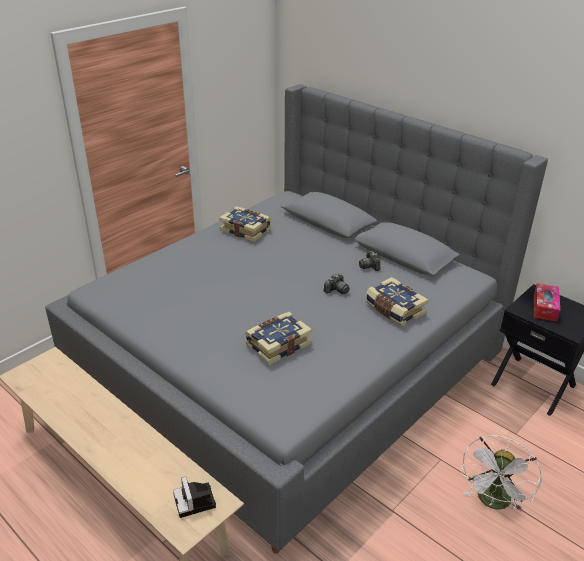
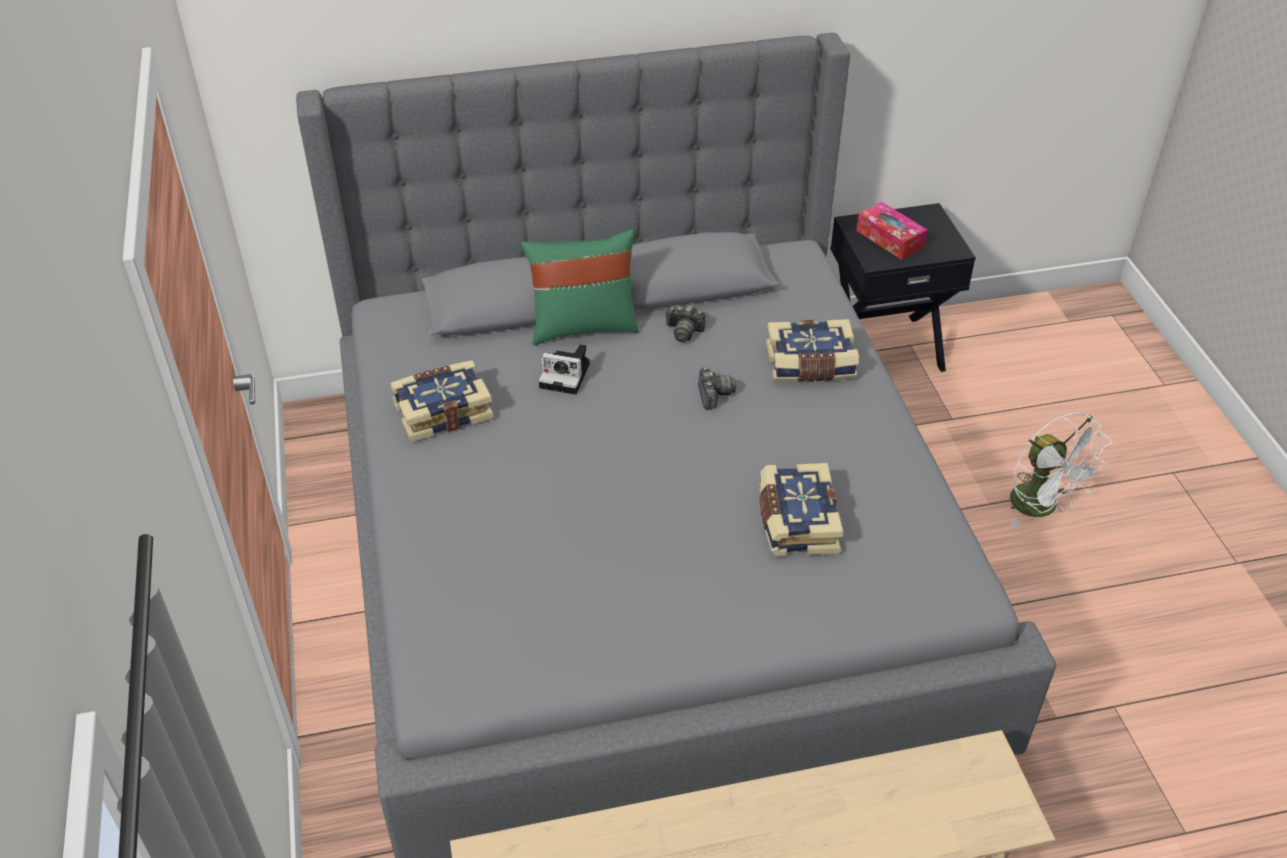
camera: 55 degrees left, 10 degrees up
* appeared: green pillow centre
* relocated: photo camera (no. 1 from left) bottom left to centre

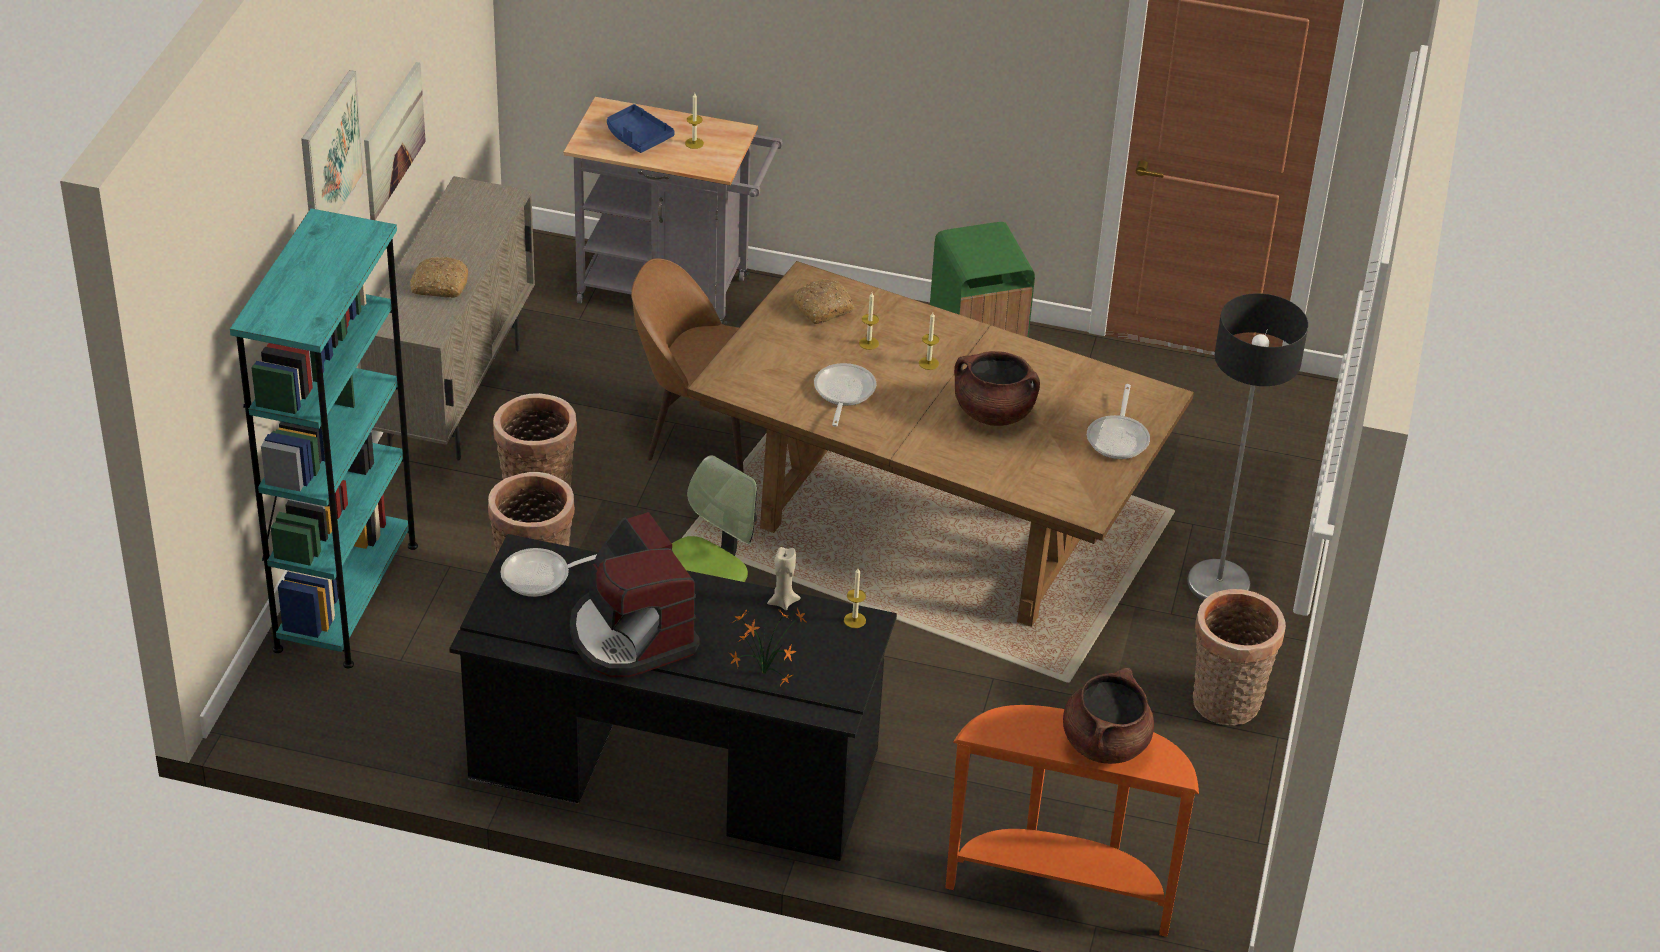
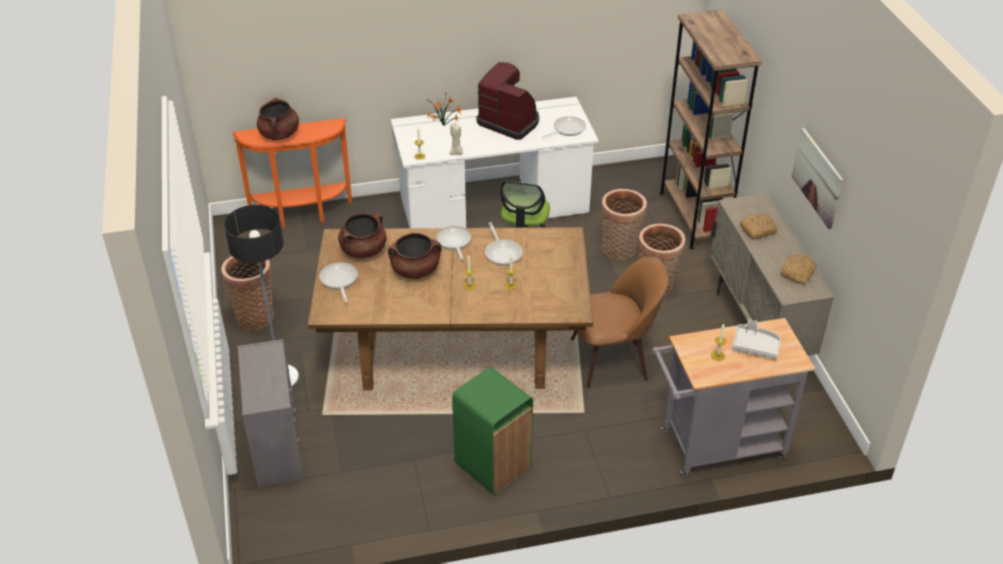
camera: 155 degrees right, 0 degrees up
* missing: picture (no. 1 from left) top left
* appeared: grey dresser bottom left
* appeared: brown cooking pot (no. 2 from left) centre
* appeared: frying pan (no. 2 from left) centre
* relocated: bread (no. 2 from left) top centre to middle right
* colour: turquoise bookcase middle left to brown bookcase top right
* colour: black desk bottom centre to white desk top centre
* colour: blue tray top centre to grey tray middle right

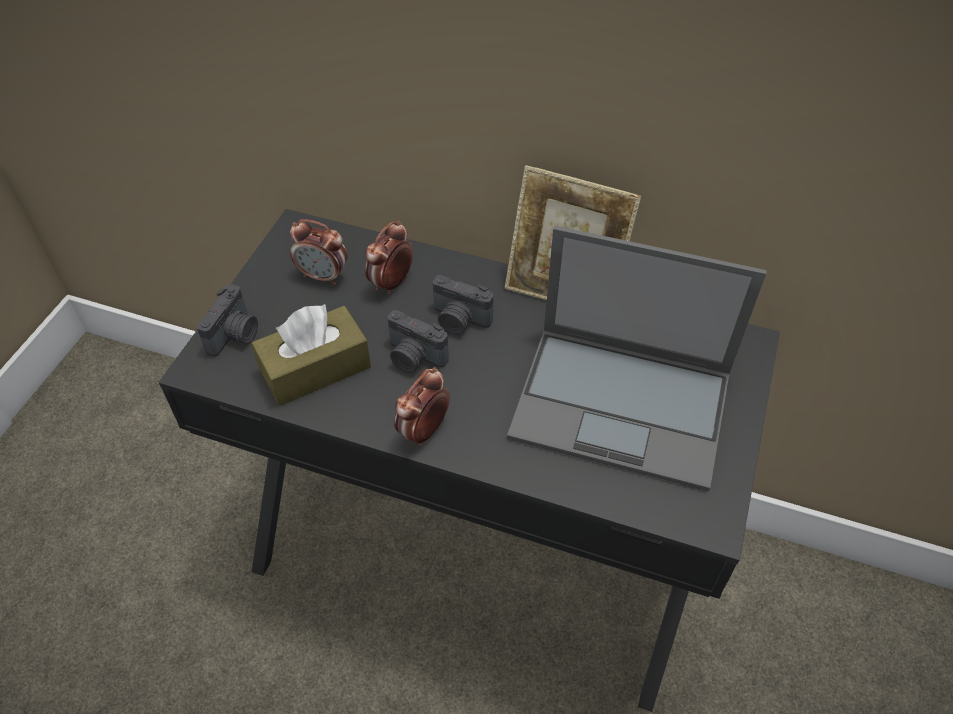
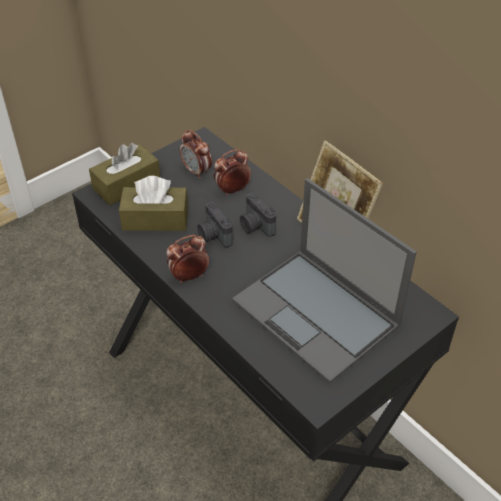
camera: 30 degrees right, 5 degrees down
* exchanged: photo camera (no. 1 from left) middle left to brown tissue box (no. 1 from left) middle left

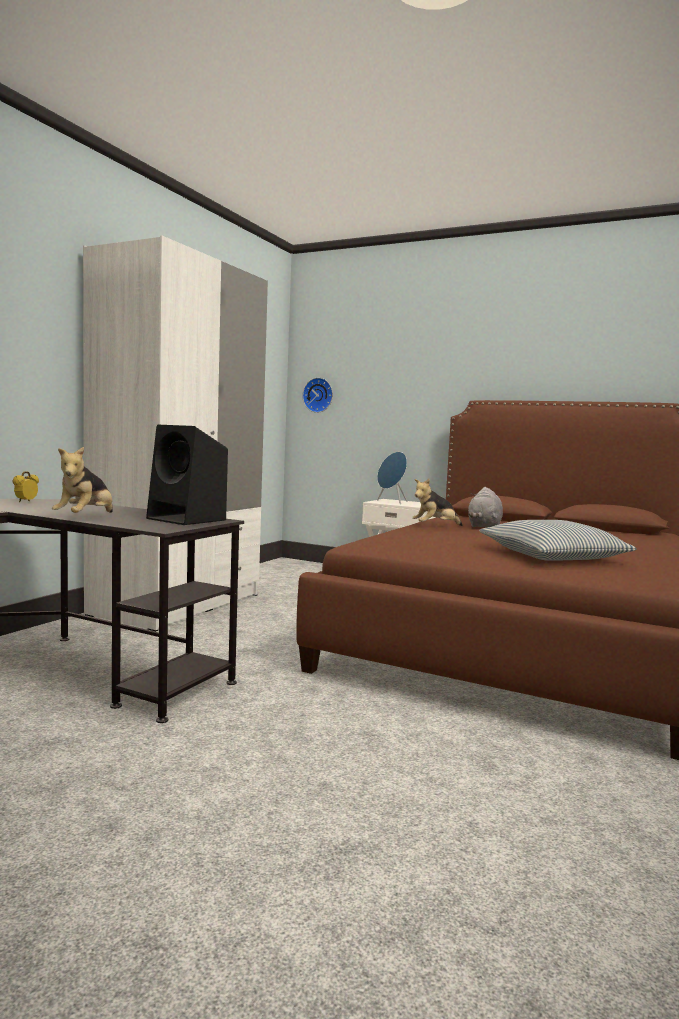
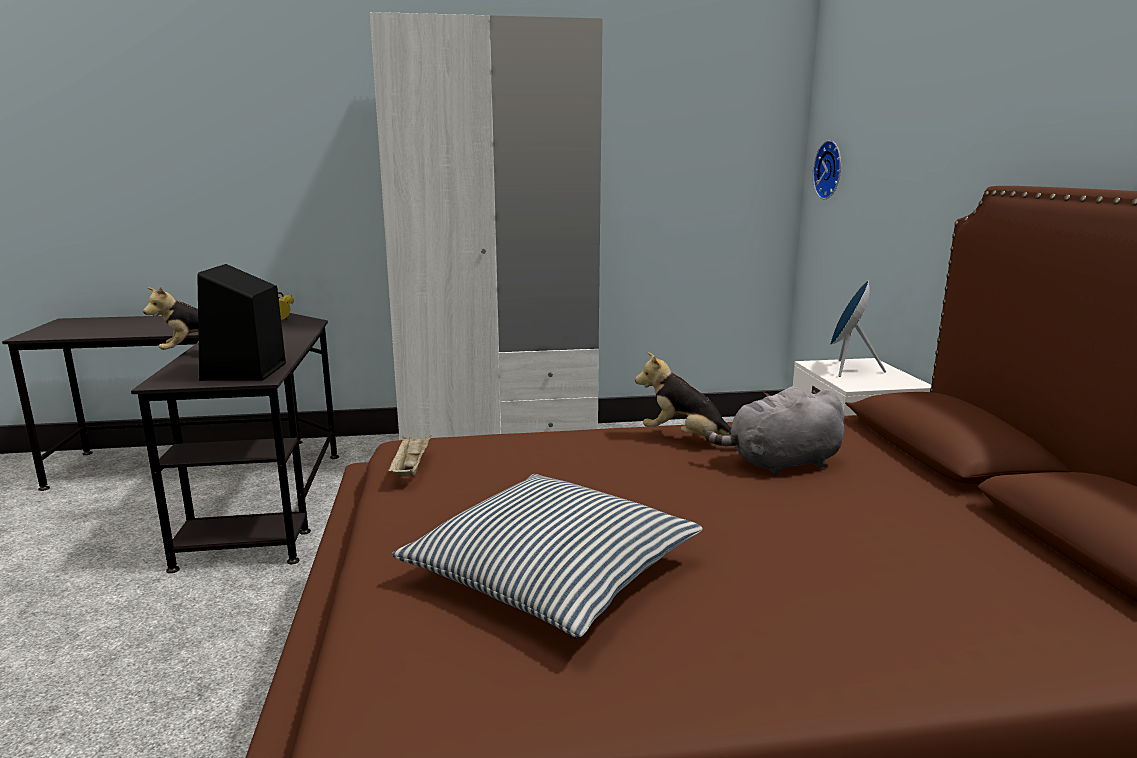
camera: 55 degrees right, 10 degrees up
* appeared: beige tray centre

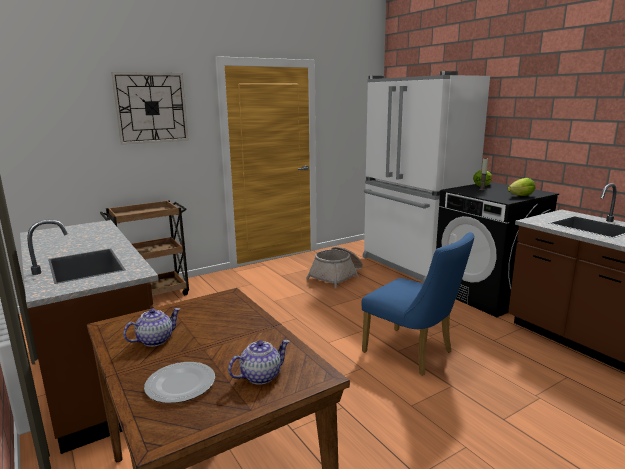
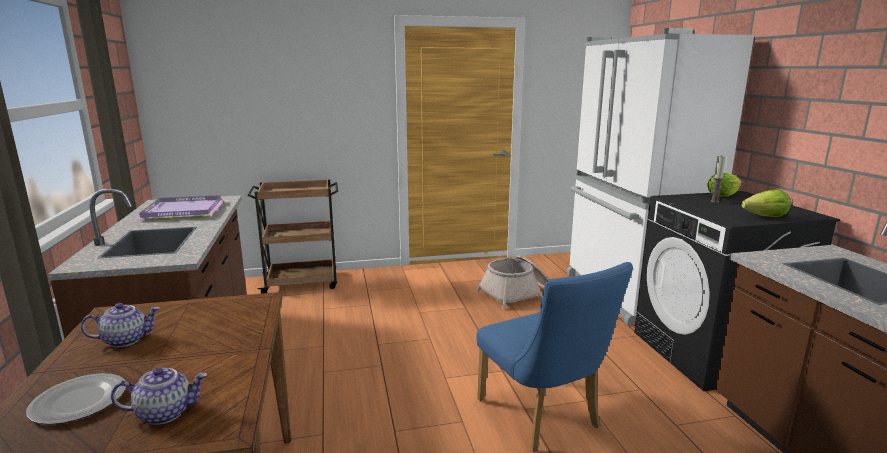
camera: 20 degrees right, 0 degrees up
* missing: wall clock top left
* appeared: purple tray middle left

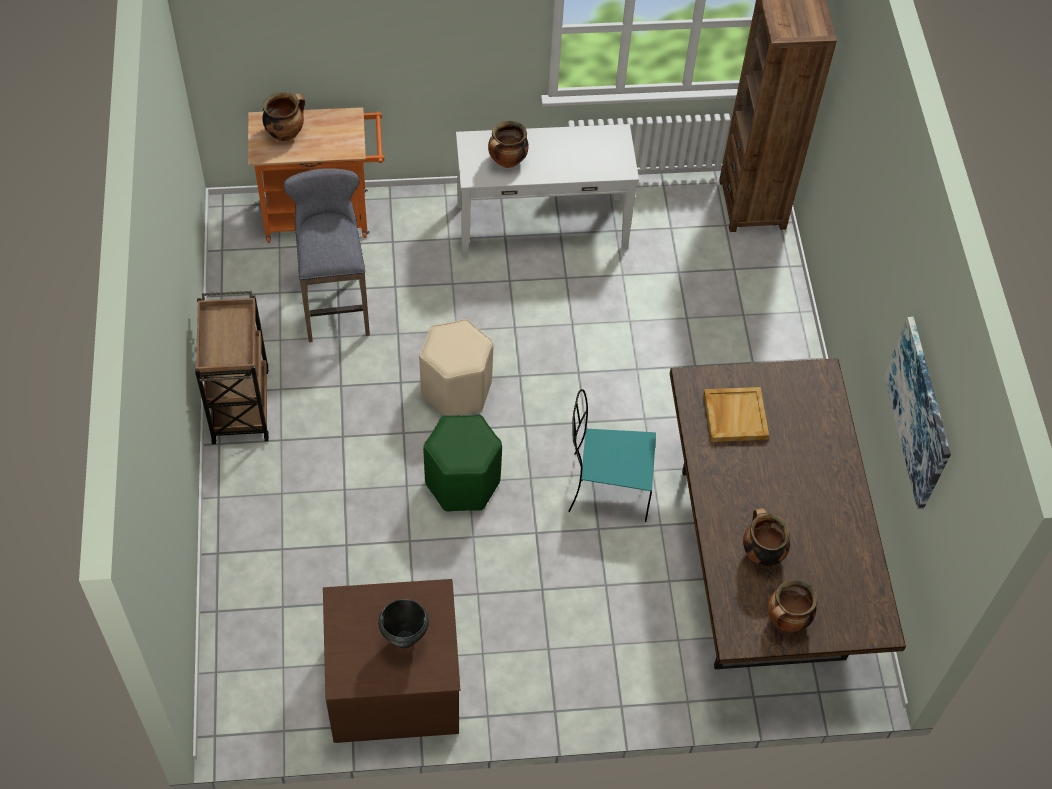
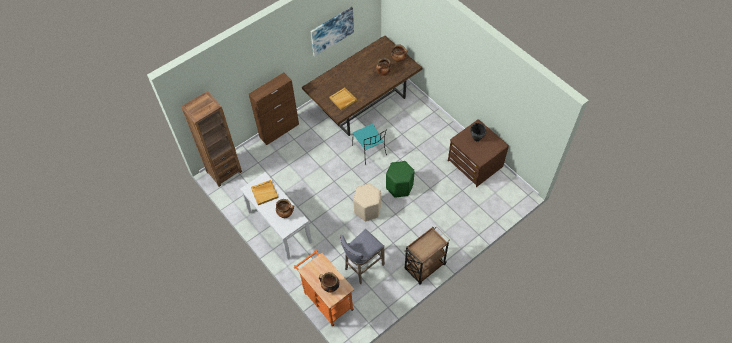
camera: 120 degrees left, 0 degrees up
* appeared: brown cabinet top centre
* appeared: beige tray (no. 1 from left) centre

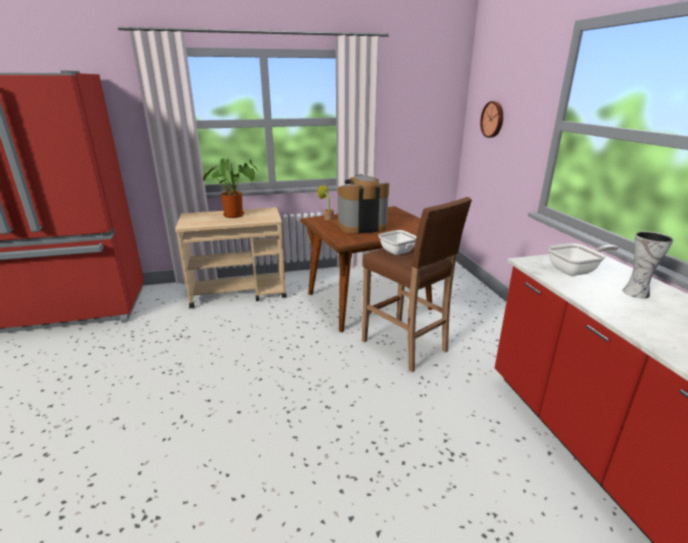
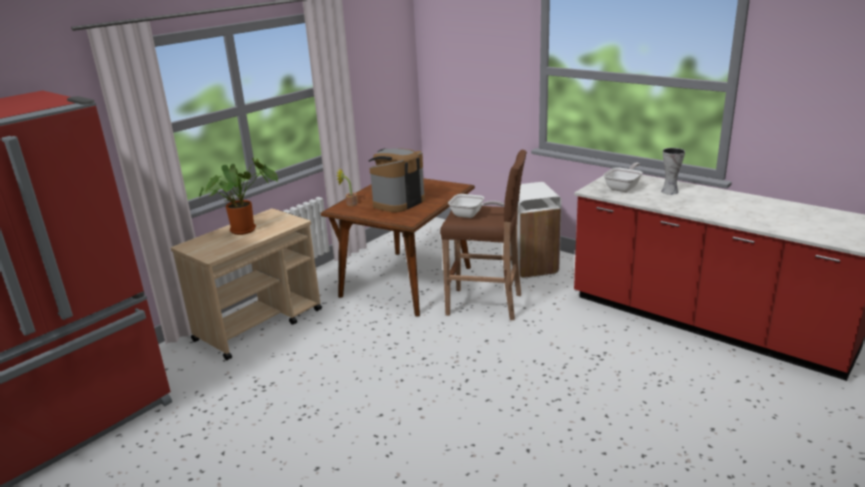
camera: 35 degrees left, 0 degrees up
* missing: wall clock top right
* appeared: white trash can centre

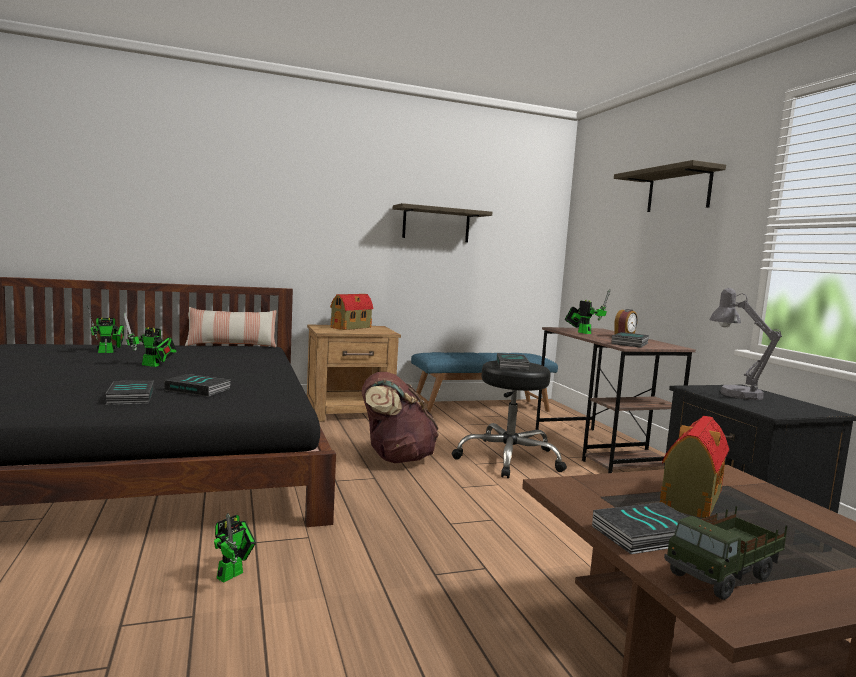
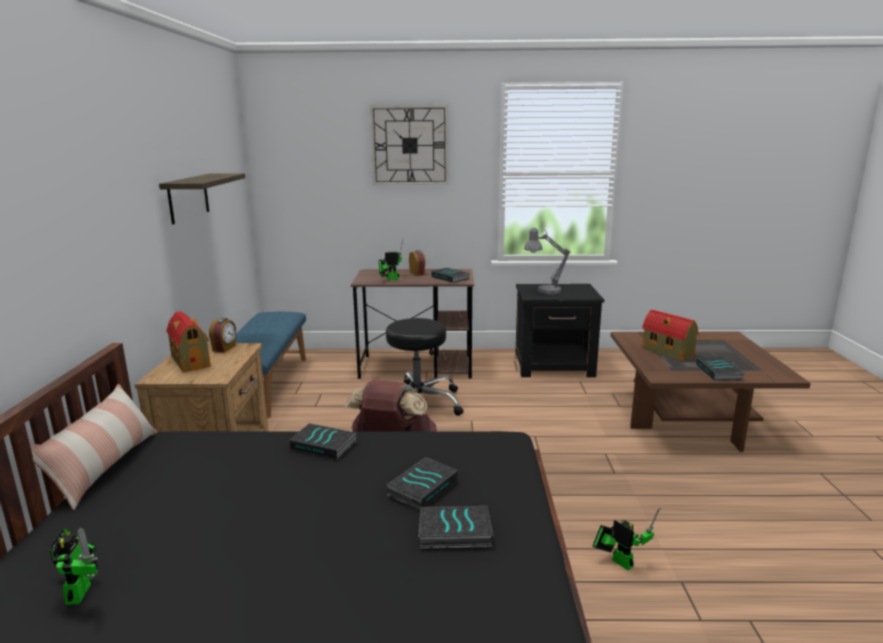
camera: 70 degrees left, 10 degrees up
* missing: toy robot (no. 2 from left) middle left
* missing: toy truck bottom right
* appeared: alarm clock (no. 1 from left) middle left
* relocated: book (no. 3 from left in the first image) centre to book (no. 1 from left) bottom centre
* exchanged: shelf (no. 2 from left) top right to wall clock top centre

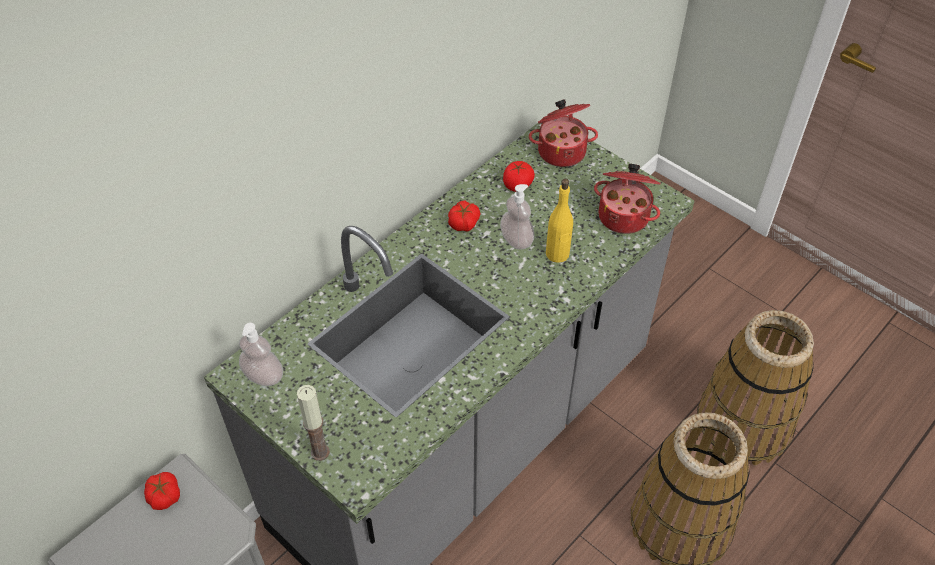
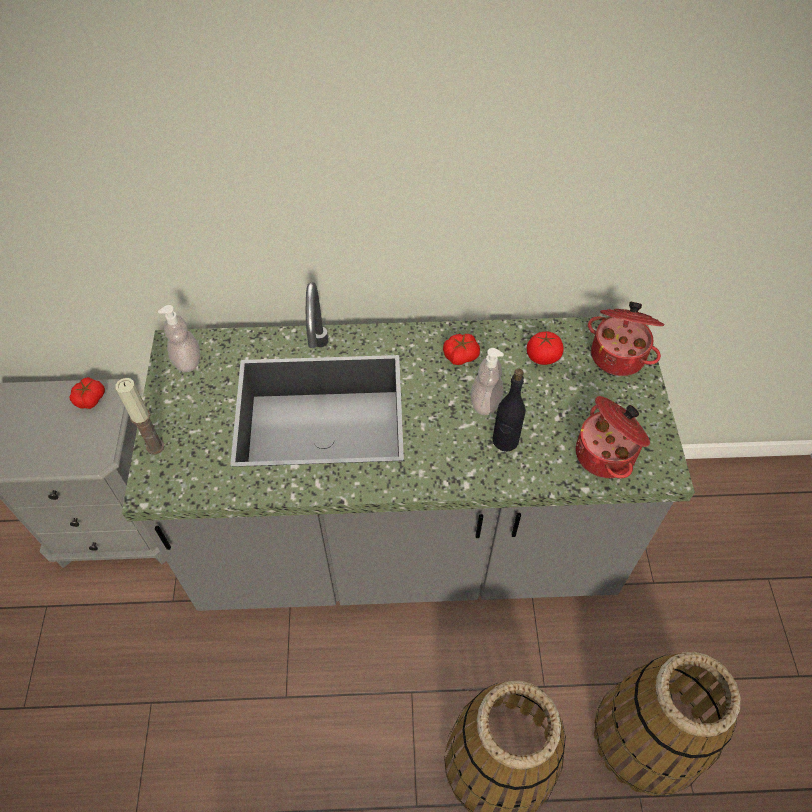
camera: 45 degrees right, 5 degrees up
* colour: yellow bottle centre to black bottle centre

